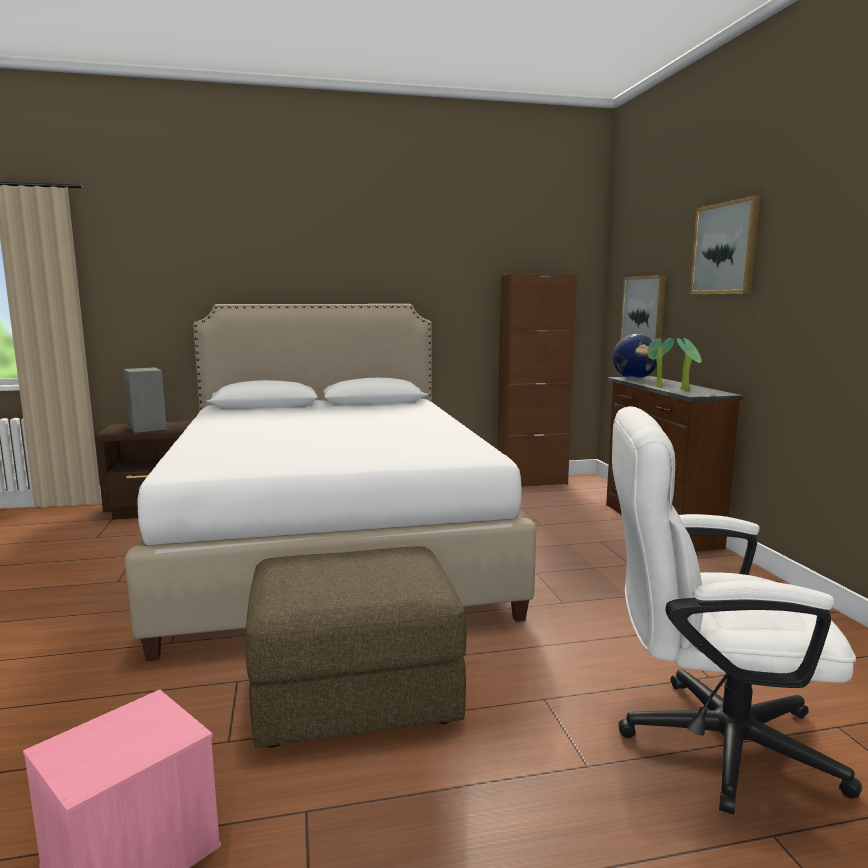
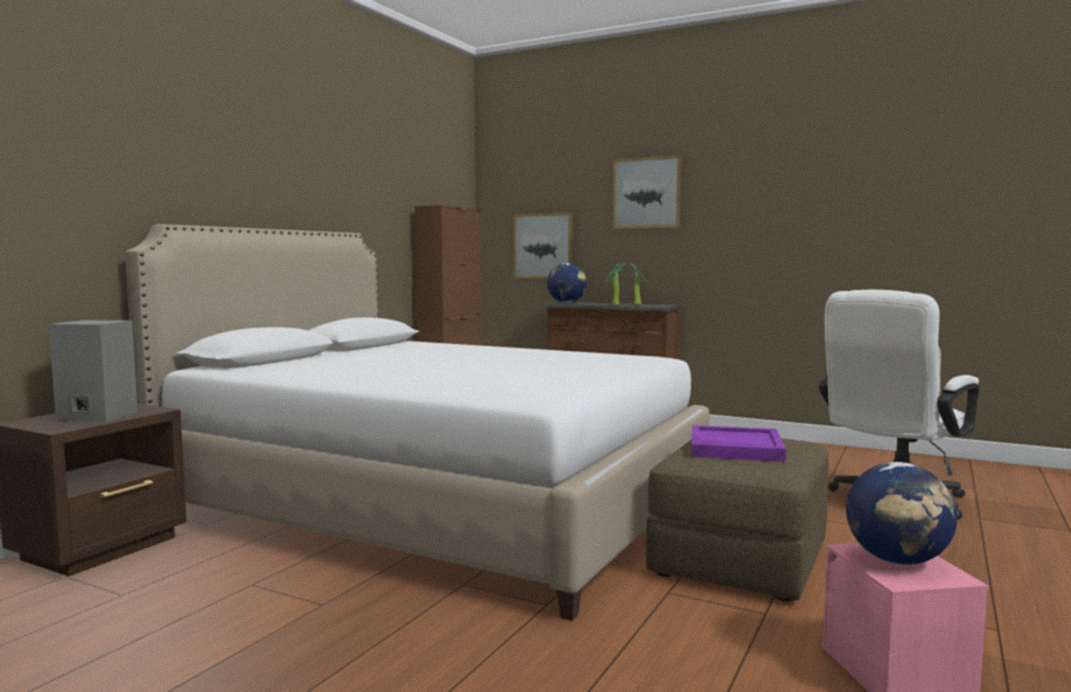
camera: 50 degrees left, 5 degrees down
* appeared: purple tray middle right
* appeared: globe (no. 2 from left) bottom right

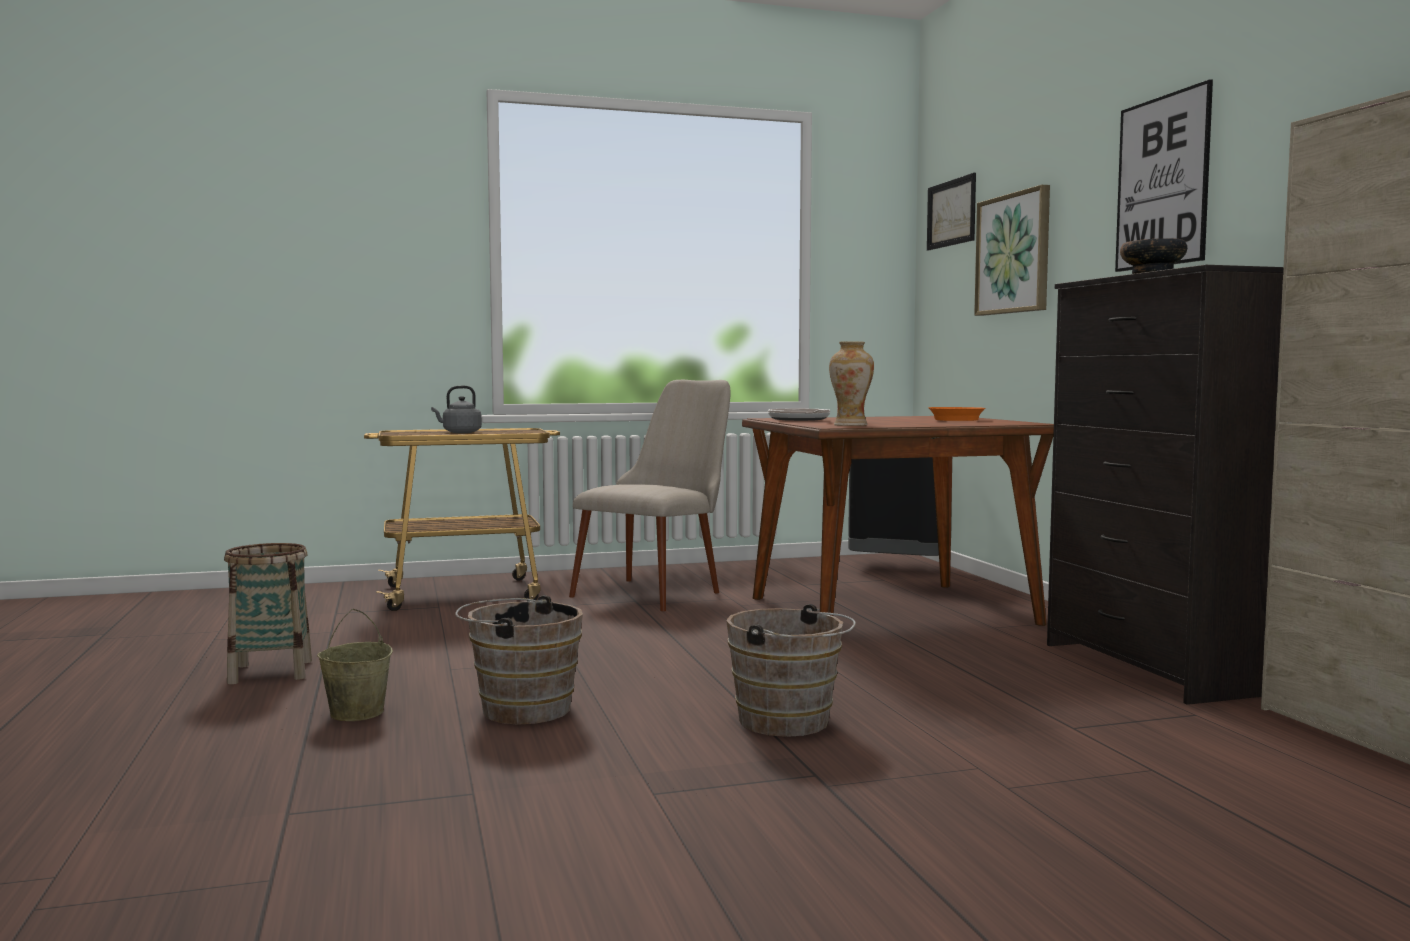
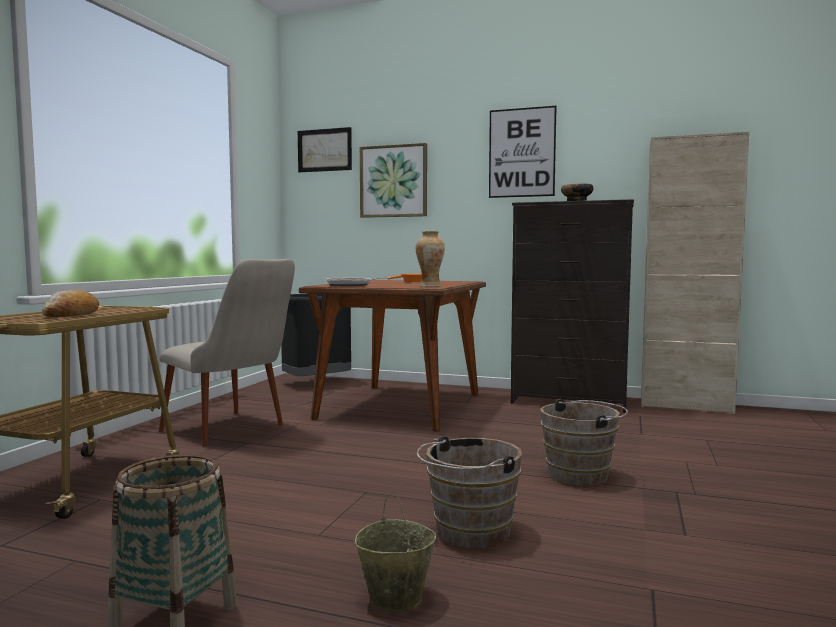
camera: 55 degrees left, 0 degrees up
* exchanged: grey kettle middle left to bread middle left
* spun: beige chair centre = middle left 150 degrees clockwise

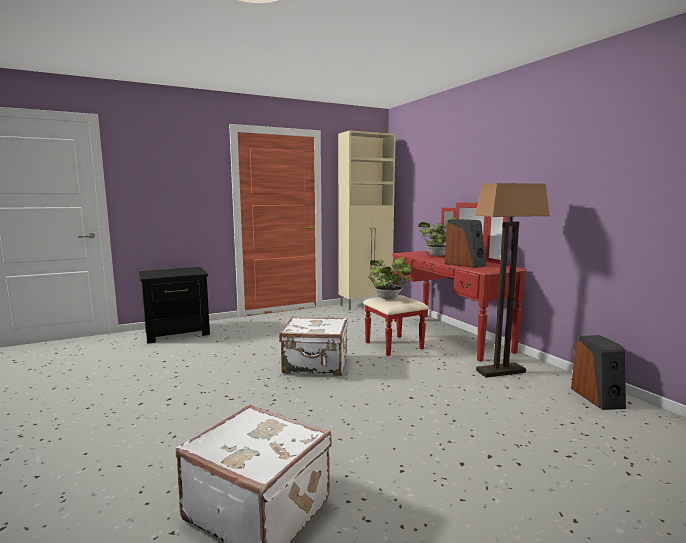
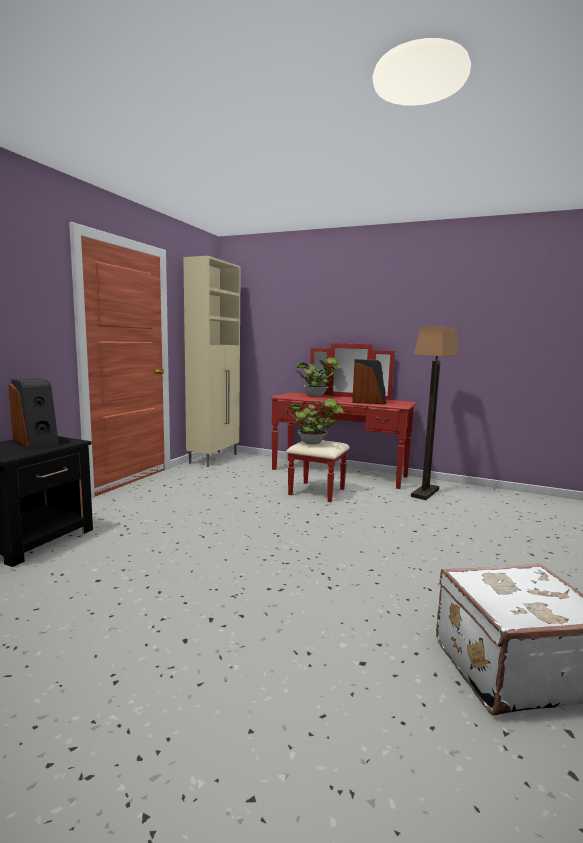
camera: 40 degrees left, 0 degrees up
* missing: white suitcase (no. 2 from left) centre
* relocated: speaker (no. 2 from left in the first image) bottom right to speaker (no. 1 from left) middle left

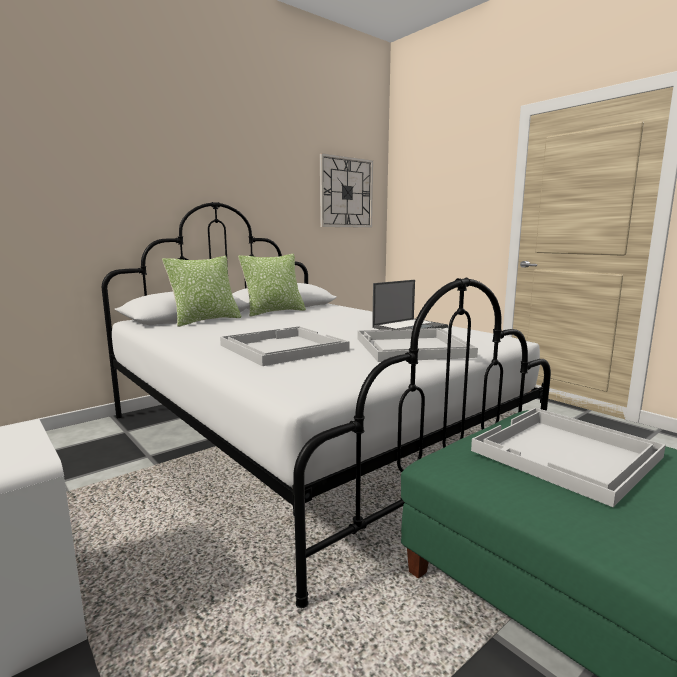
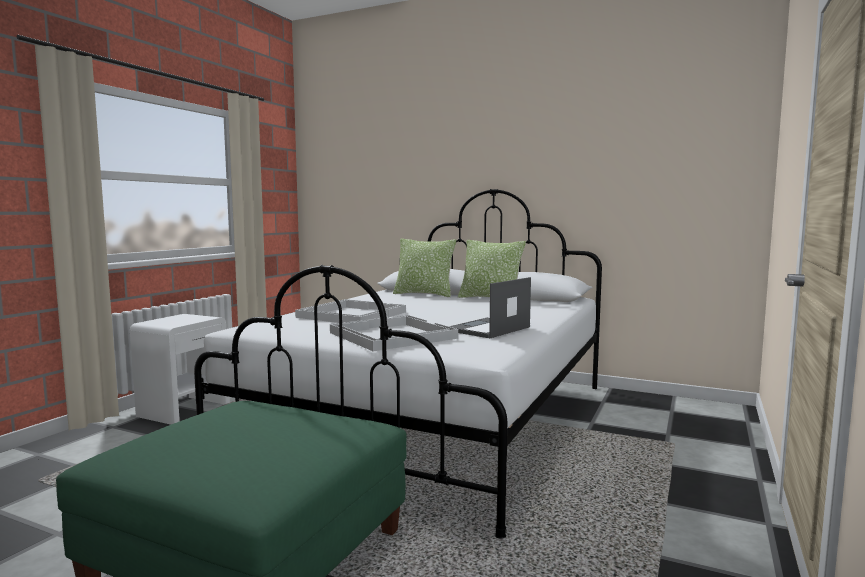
camera: 65 degrees right, 5 degrees down
* missing: wall clock top centre
* missing: white tray (no. 3 from left) bottom right
* spun: laptop centre = centre 105 degrees clockwise

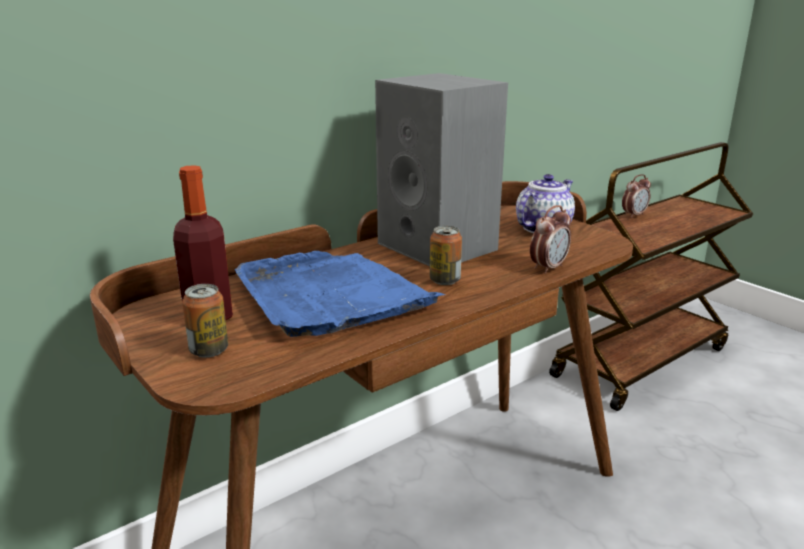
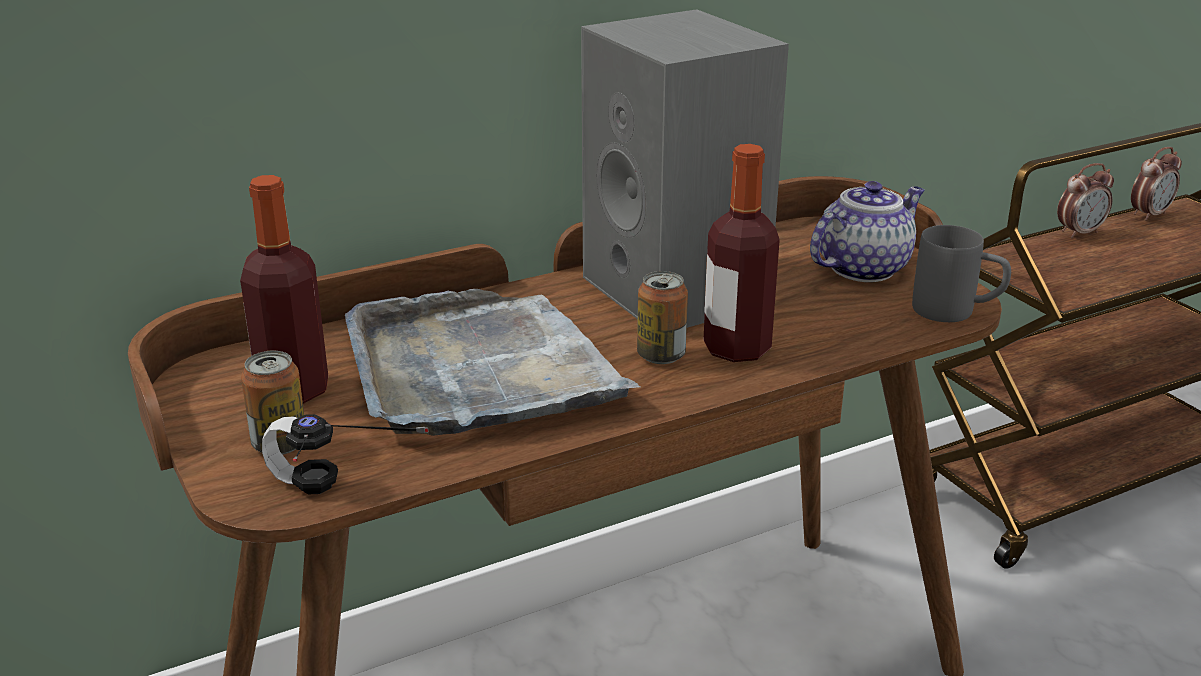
camera: 10 degrees right, 5 degrees up
* appeared: headphones bottom left
* appeared: bottle (no. 2 from left) centre
* appeared: grey mug middle right
* relocated: alarm clock (no. 1 from left in the first image) middle right to alarm clock (no. 2 from left) top right
* colour: blue tray centre to grey tray centre

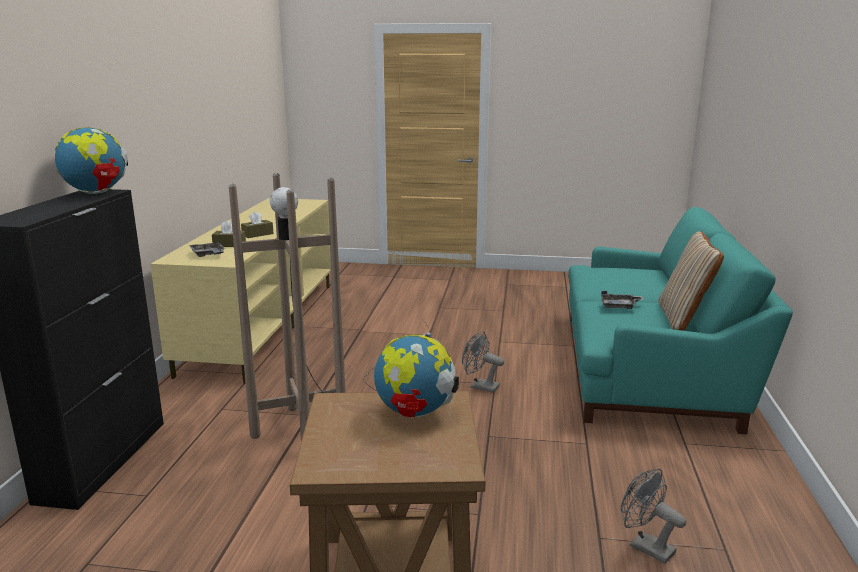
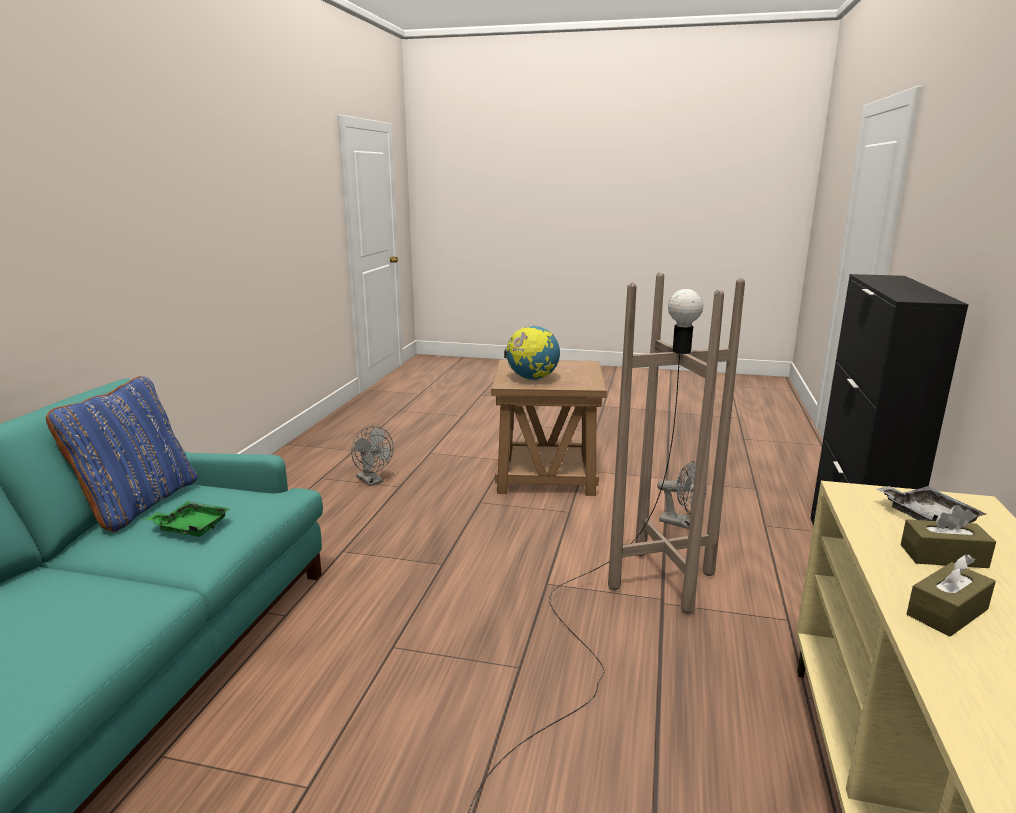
camera: 175 degrees left, 0 degrees up
* missing: globe (no. 1 from left) top left
* relocated: grey fan (no. 1 from left in the first image) centre to grey fan (no. 2 from left) middle right
* colour: grey tray (no. 2 from left) middle right to green tray middle left
* colour: beige pillow middle right to blue pillow middle left

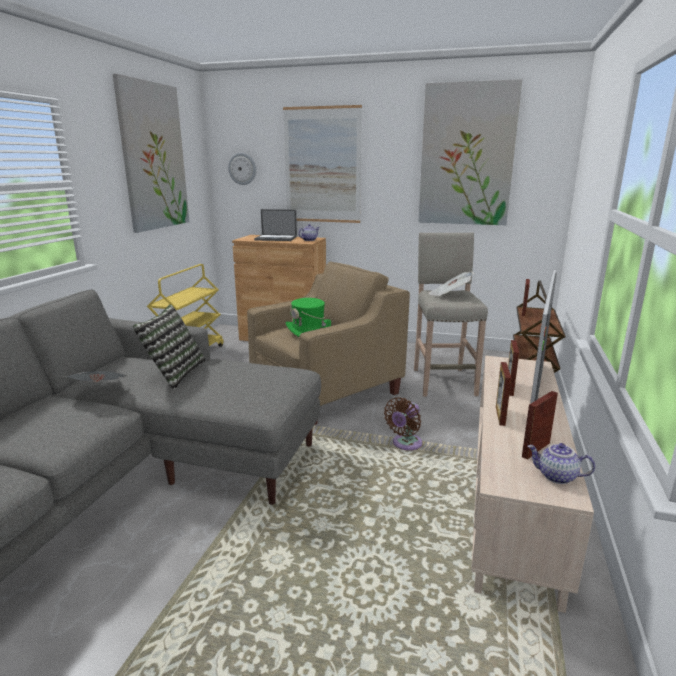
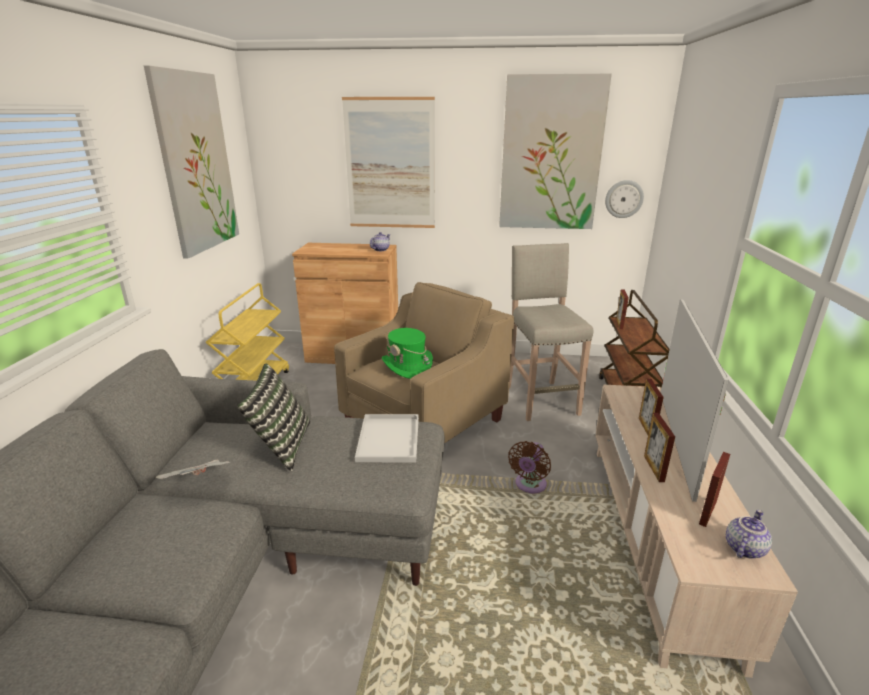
camera: 10 degrees left, 5 degrees up
* missing: laptop top centre
* missing: newspaper (no. 2 from left) middle right
* appeared: white tray centre
* relocated: wall clock top centre to top right
* spun: teapot (no. 2 from left) bottom right = bottom right 120 degrees clockwise

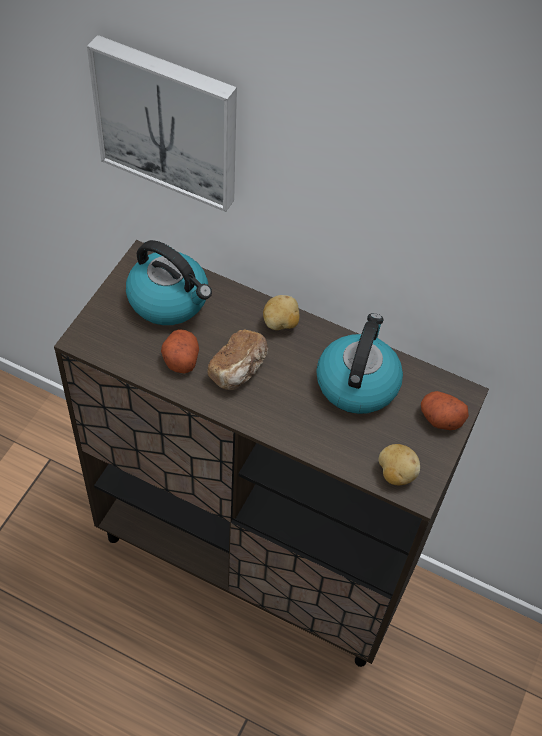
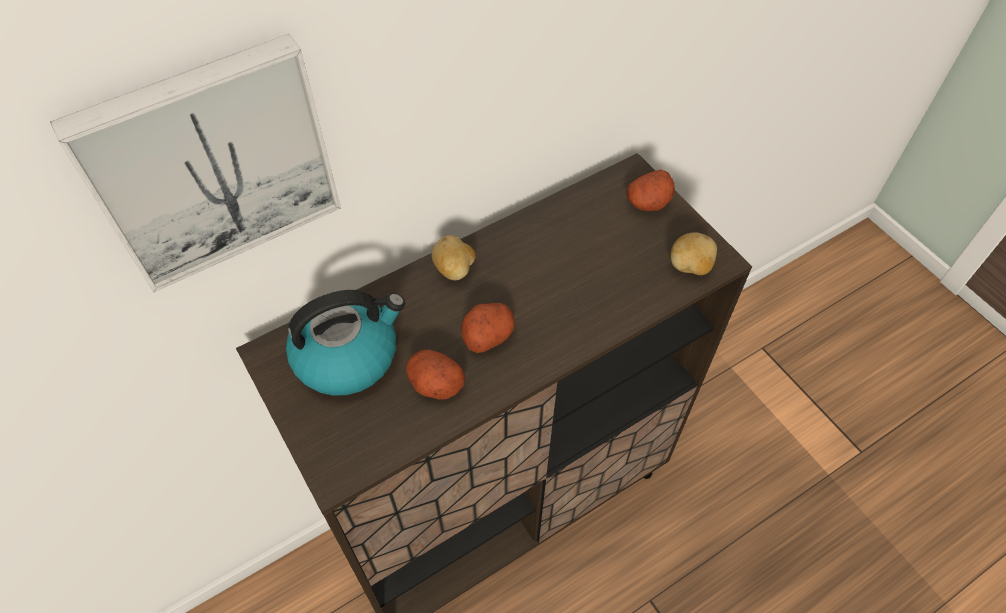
camera: 55 degrees left, 0 degrees up
* missing: kettle (no. 2 from left) centre
* exchanged: bread centre to potato (no. 3 from left) centre

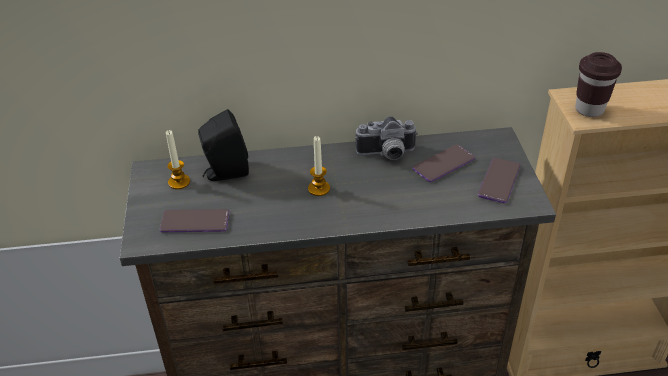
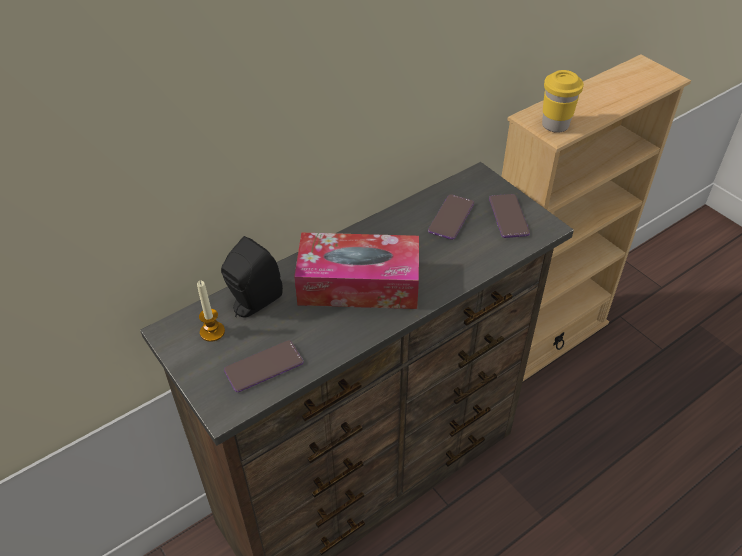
camera: 30 degrees left, 5 degrees up
* missing: photo camera centre
* exchanged: candle (no. 2 from left) centre to tissue box centre
* colour: brown cup top right to yellow cup top right

